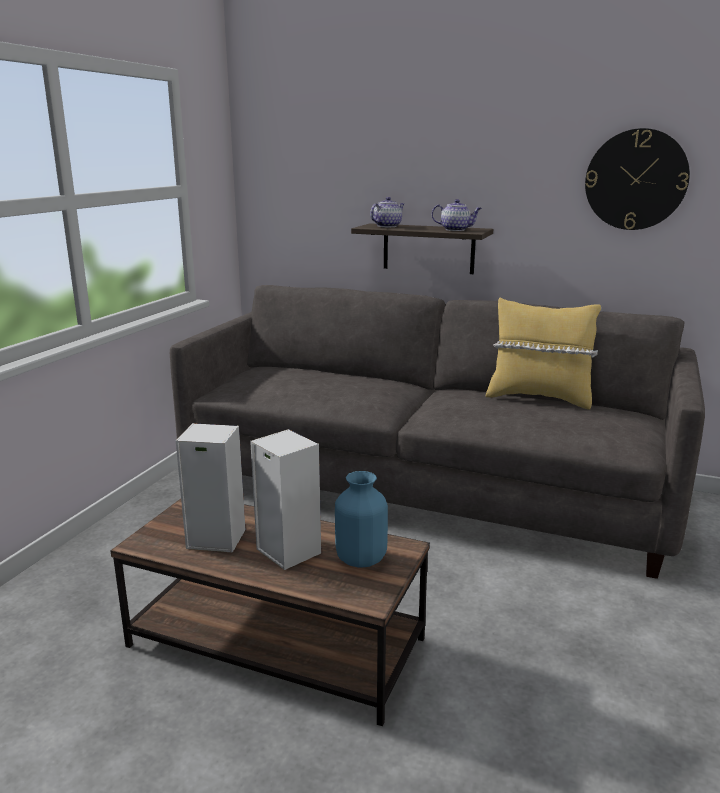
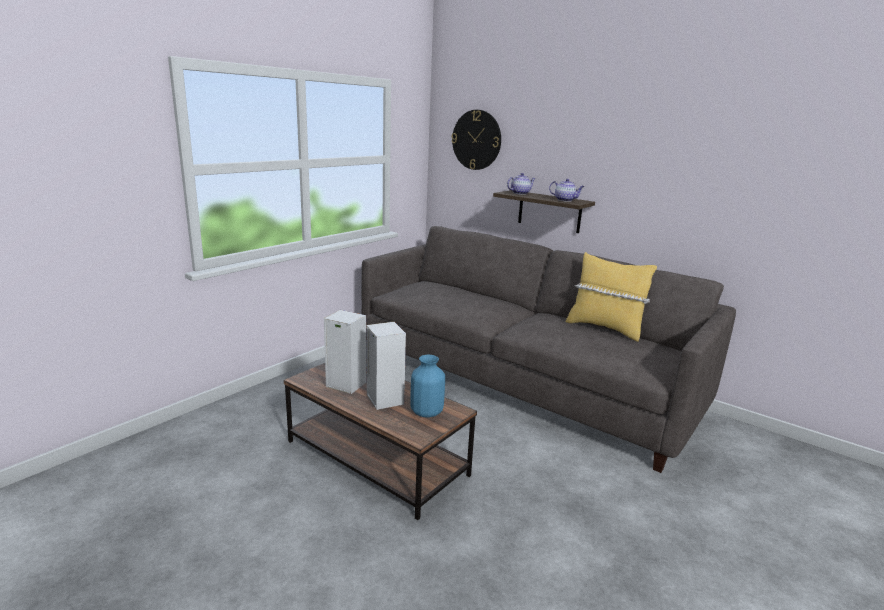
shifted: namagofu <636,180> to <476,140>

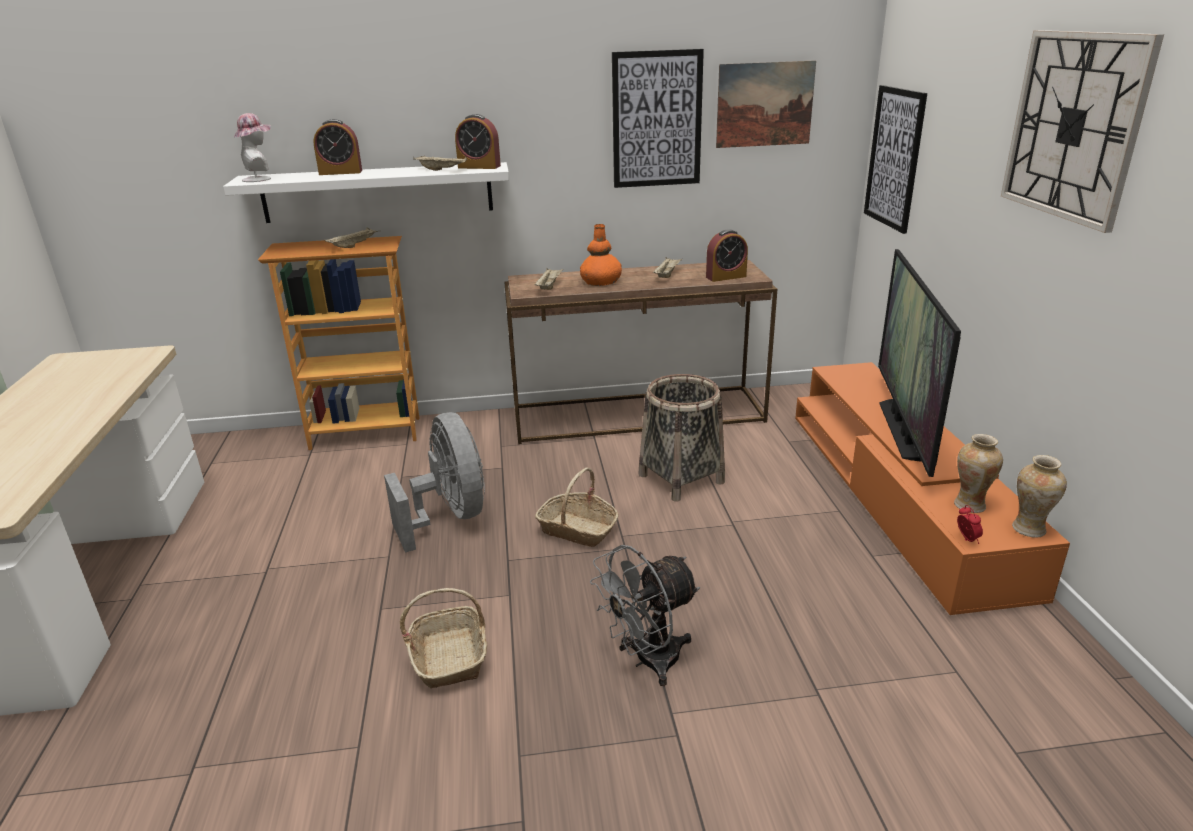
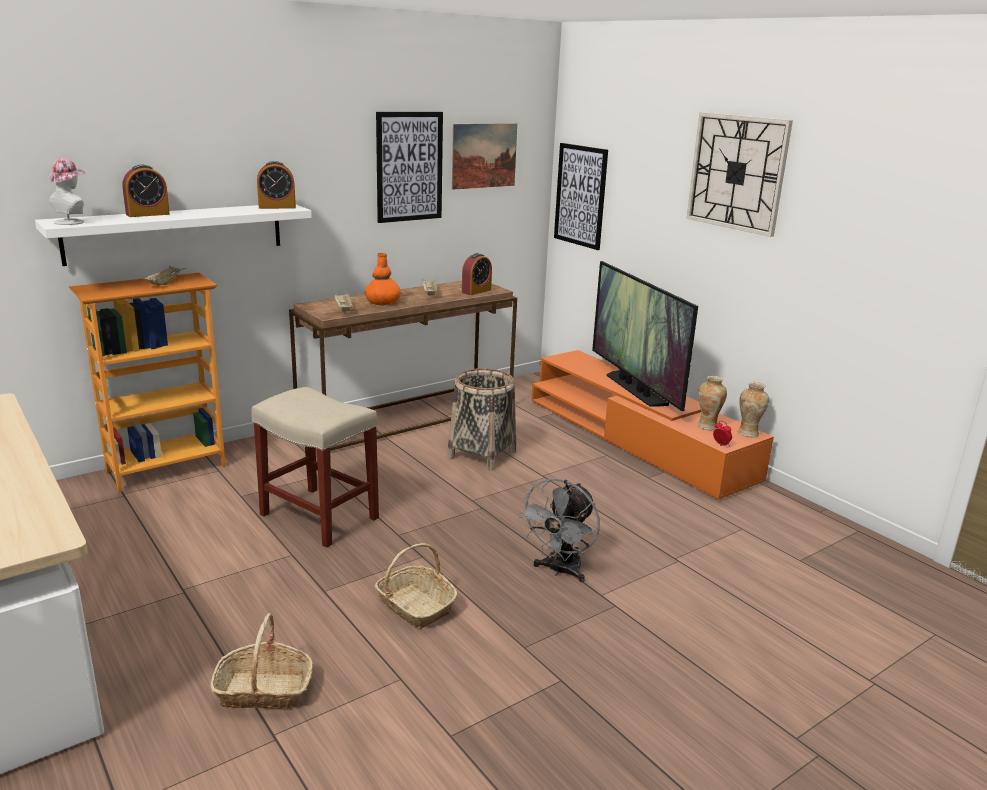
gone: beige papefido <442,170>
shifted: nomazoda <577,529> to <264,690>
swapped: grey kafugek <449,516> to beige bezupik <318,516>

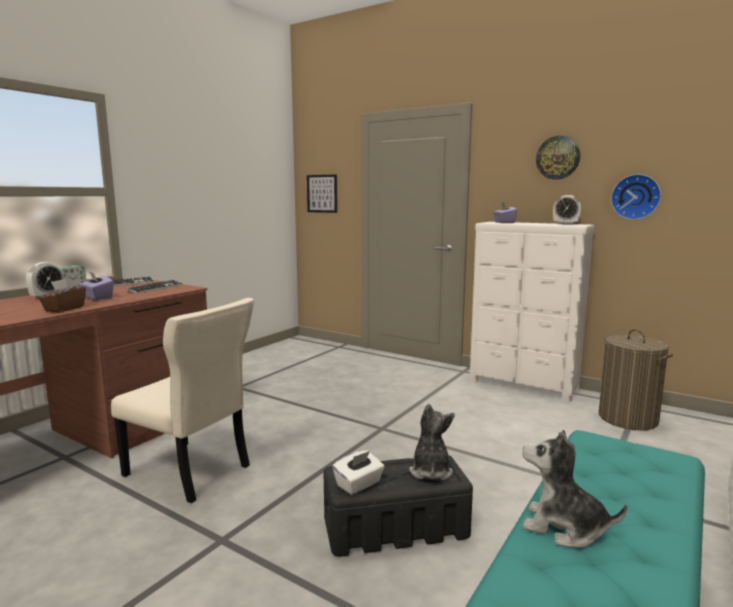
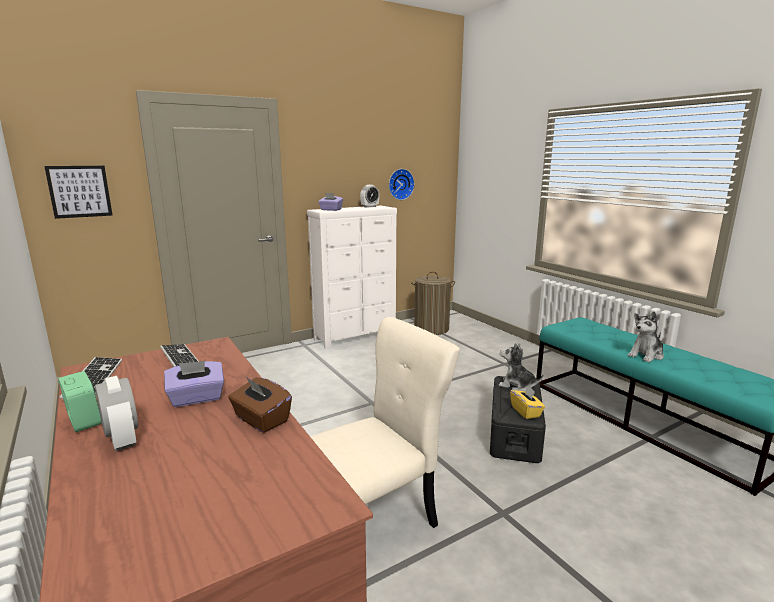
gone: namagofu <558,157>
repainted: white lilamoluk <359,484> to yellow lilamoluk <526,412>

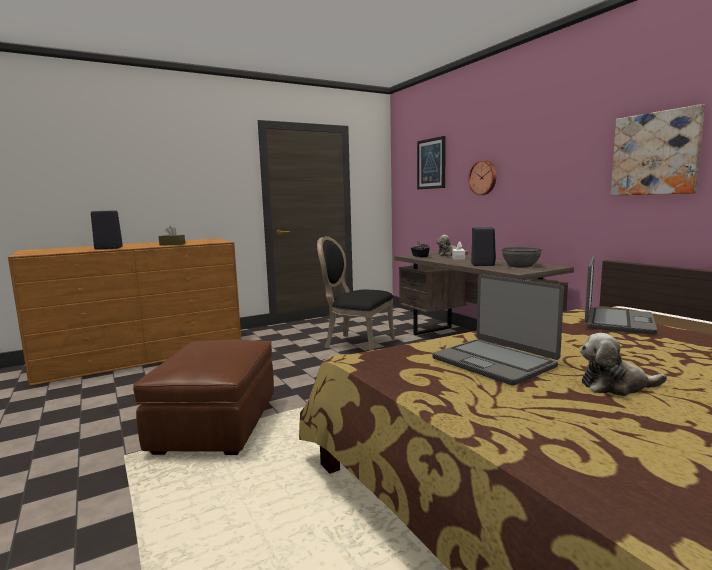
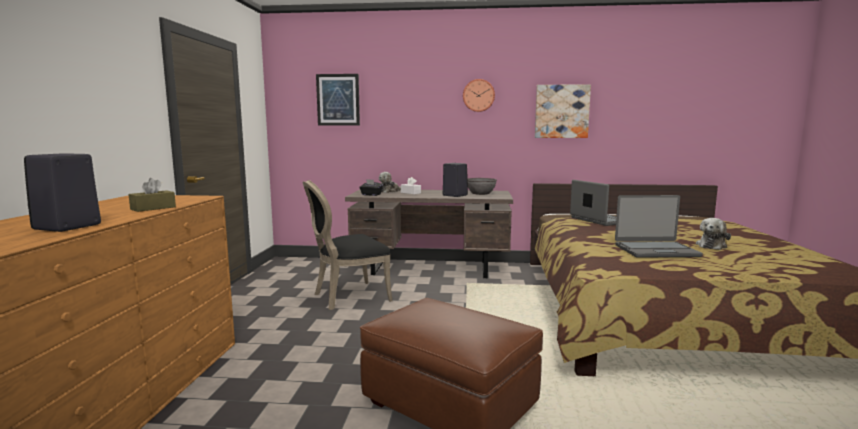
shifted: namagofu <483,177> to <478,95>

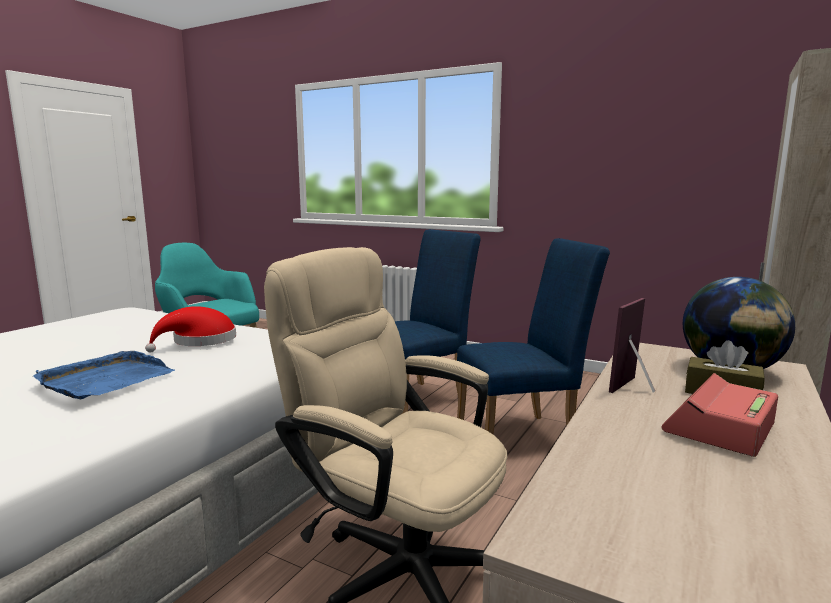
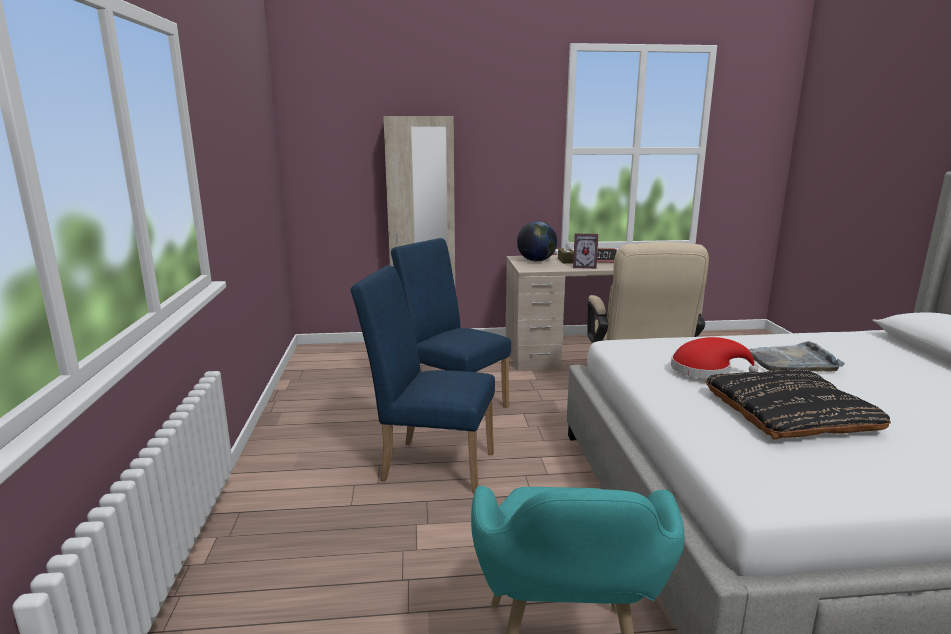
new: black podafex <789,413>
repainted: blue papefido <105,379> to grey papefido <791,361>

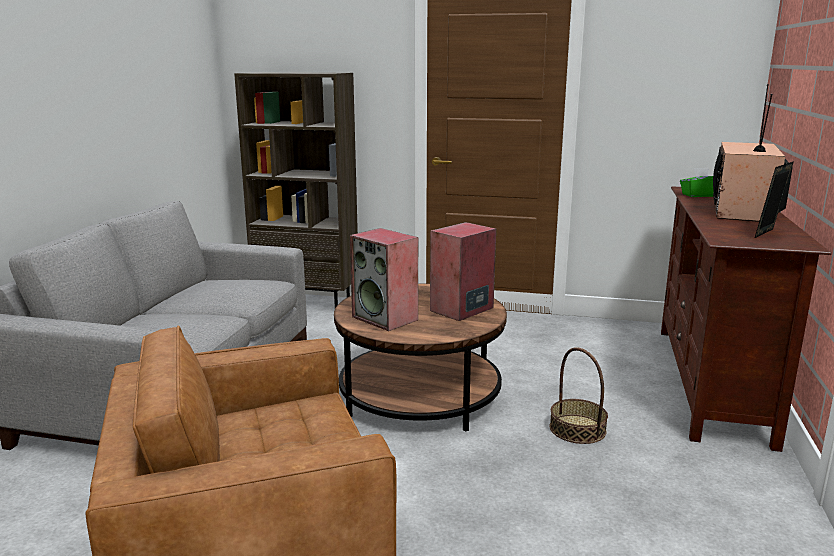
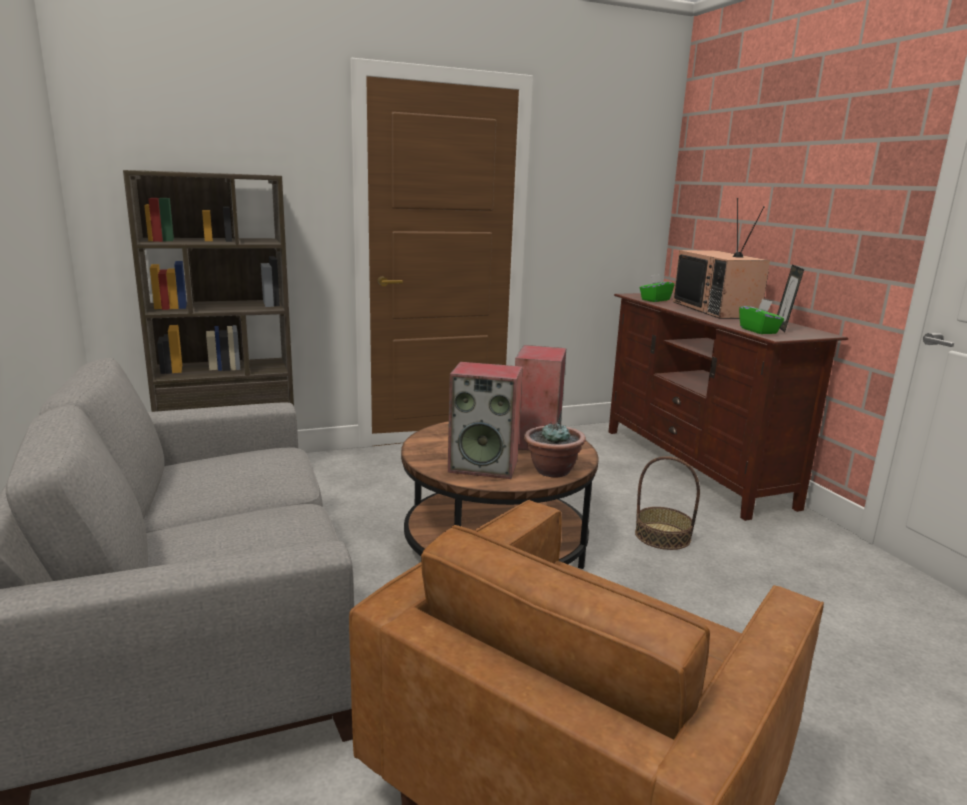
new: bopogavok <552,471>; green lilamoluk <758,331>

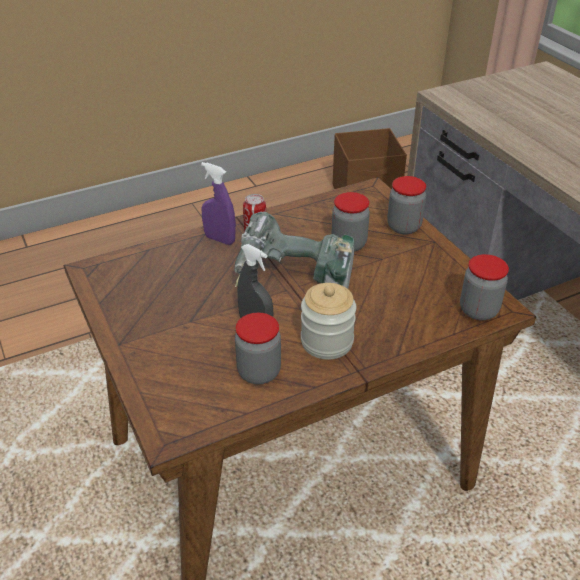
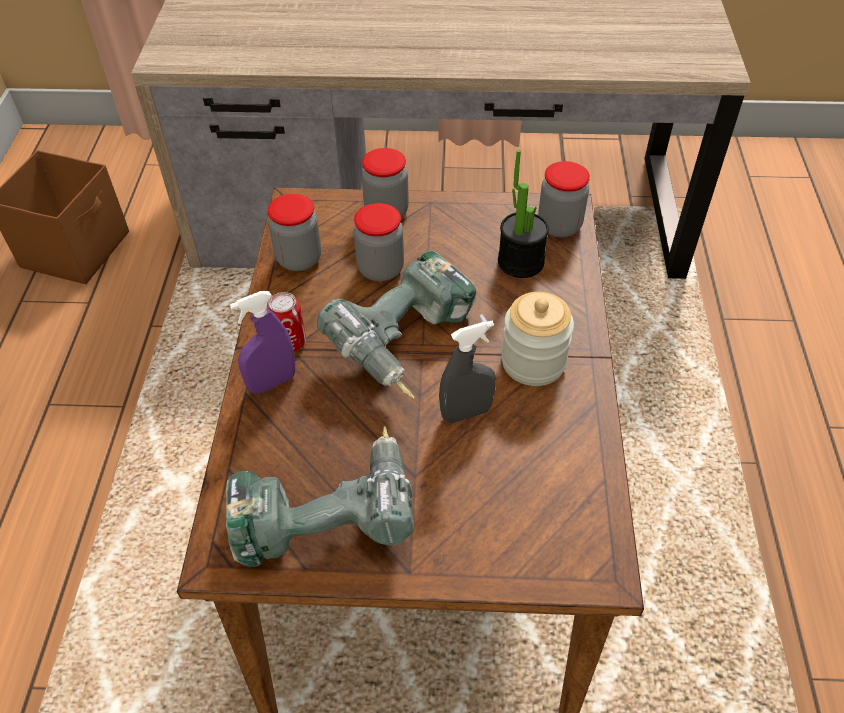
new: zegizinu <324,513>; bopogavok <520,262>
shifted: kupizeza <259,372> to <299,259>

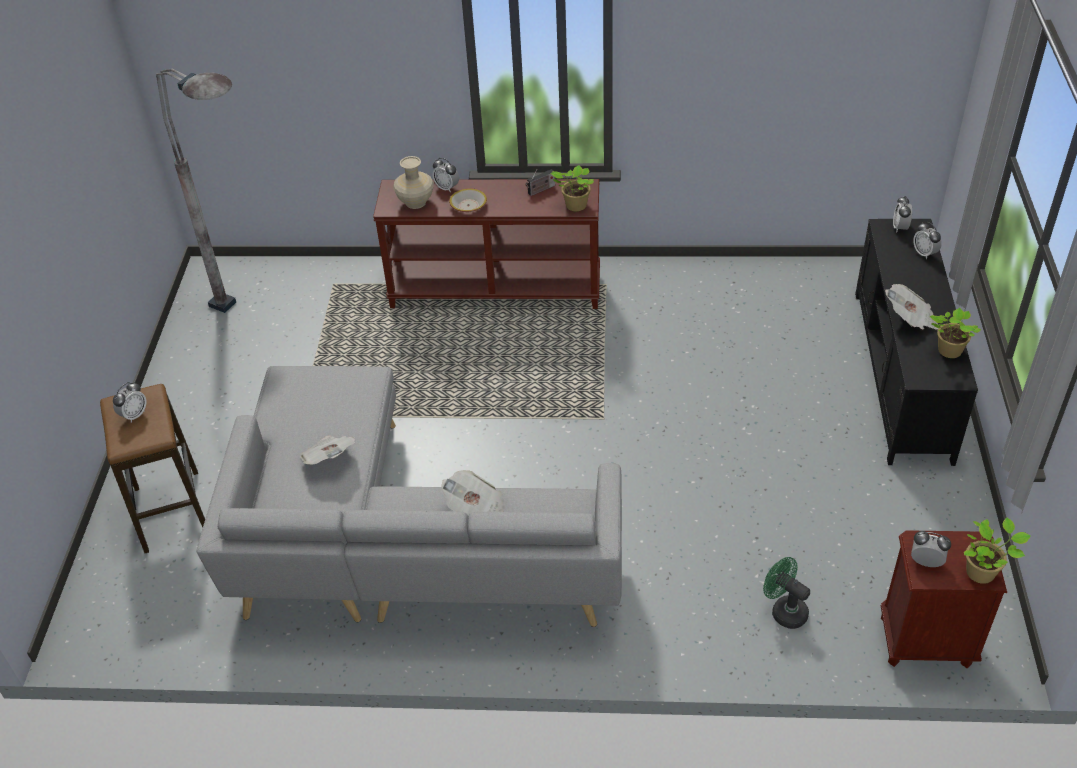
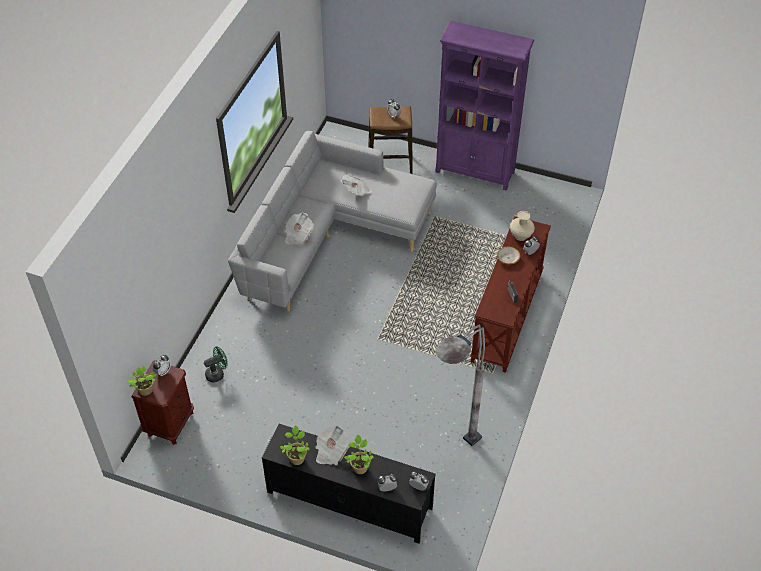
new: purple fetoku <475,172>
shifted: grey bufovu <255,317> to <451,455>; bopogavok <574,206> to <359,467>

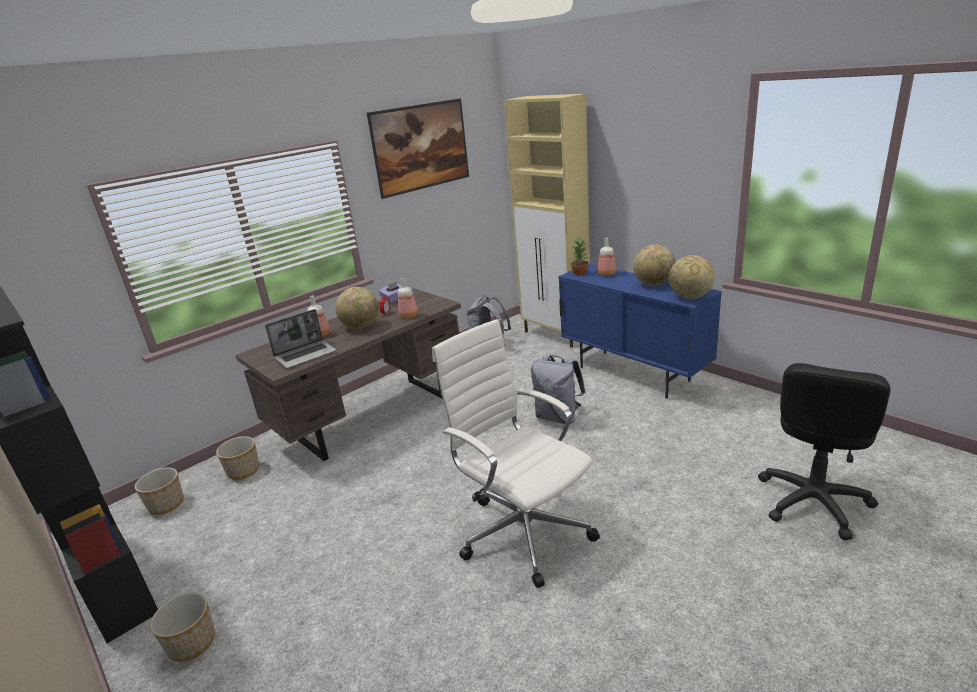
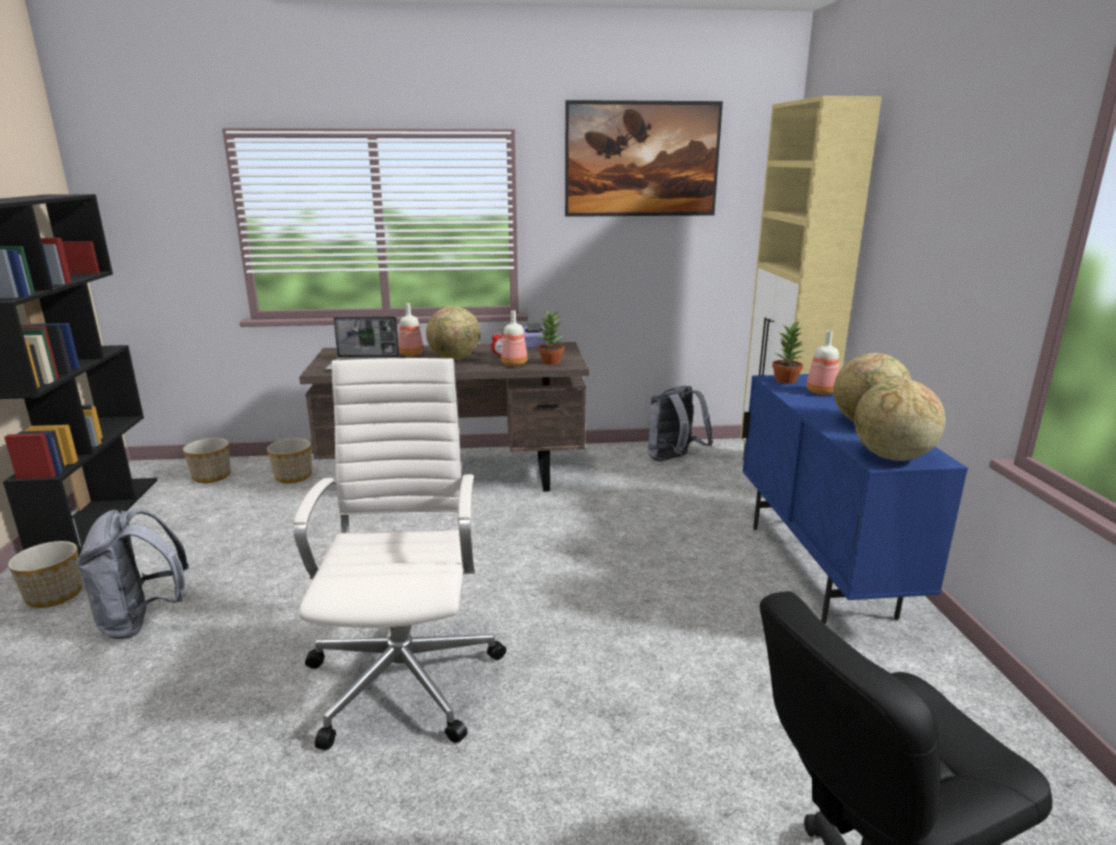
new: bopogavok <551,362>
shifted: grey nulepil <558,417> to <143,620>

